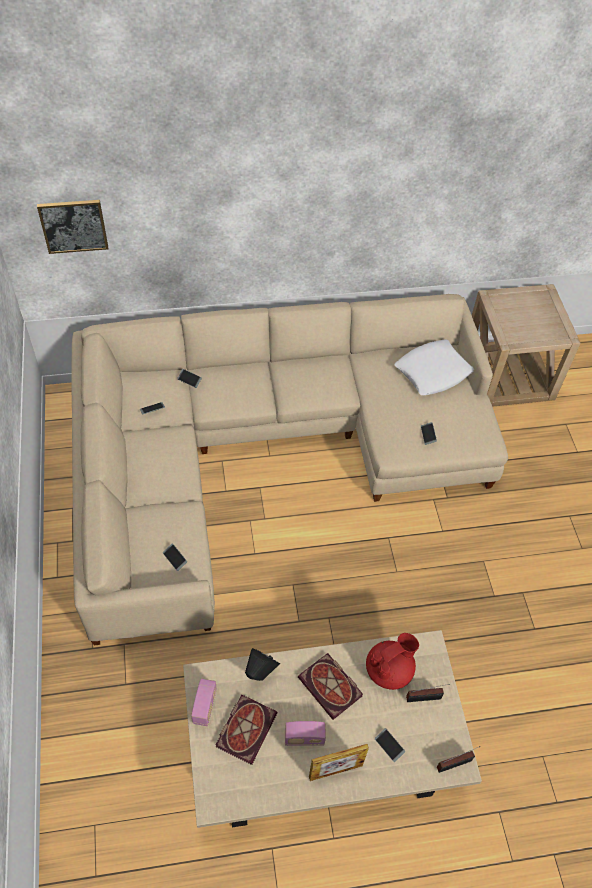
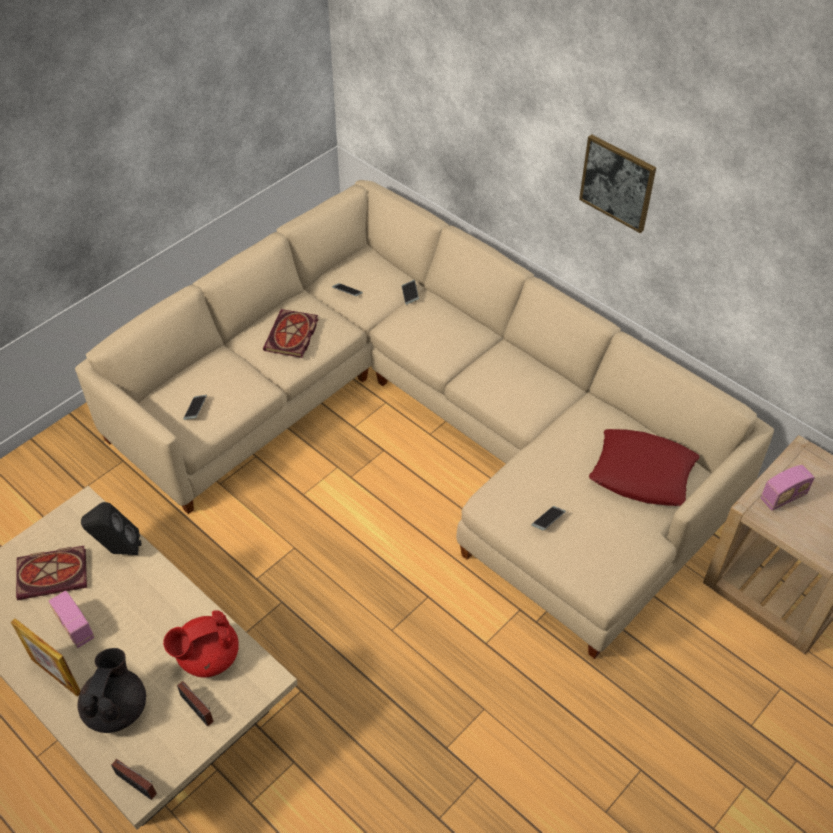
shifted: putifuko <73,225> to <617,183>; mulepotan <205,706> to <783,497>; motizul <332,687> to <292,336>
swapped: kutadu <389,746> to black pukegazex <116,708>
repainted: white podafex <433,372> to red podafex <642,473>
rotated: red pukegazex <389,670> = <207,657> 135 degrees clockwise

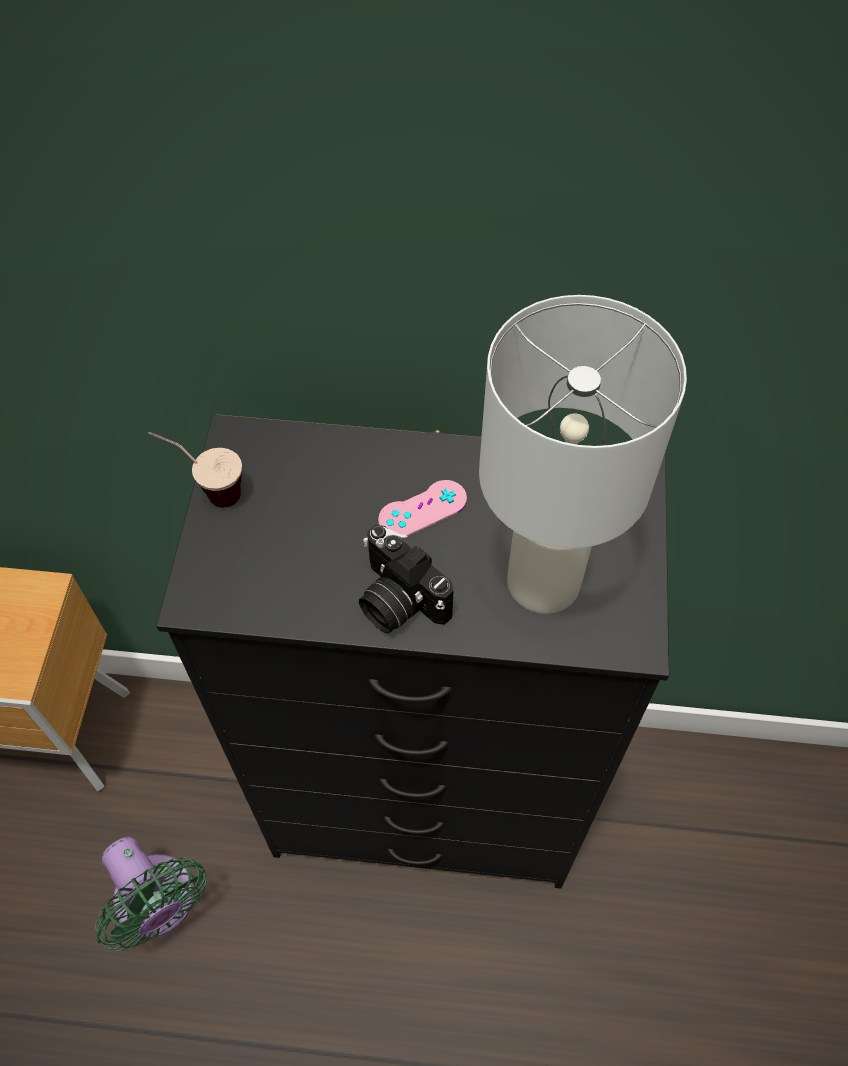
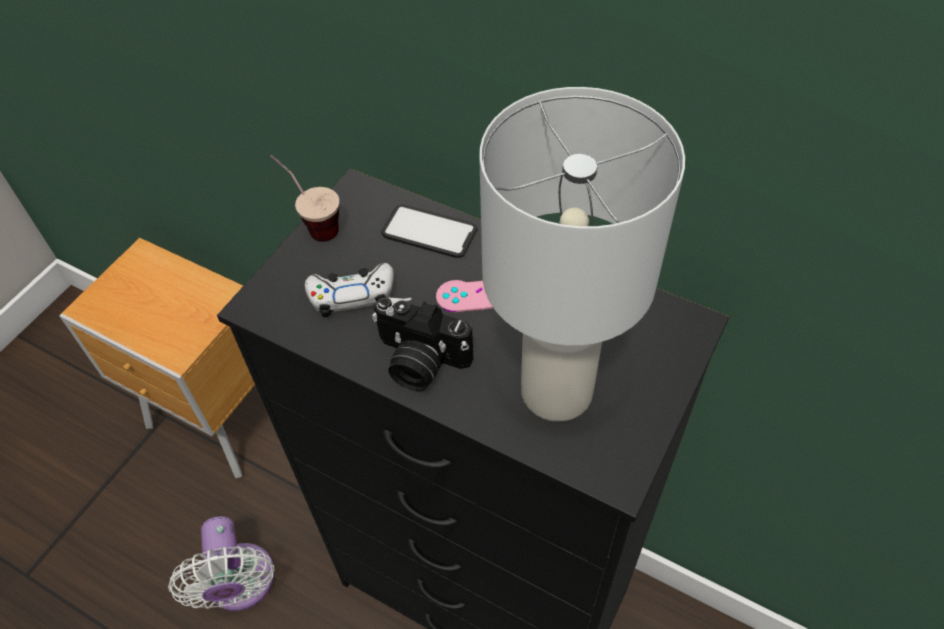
new: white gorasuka <352,295>; kutadu <429,232>
repainted: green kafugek <159,904> to white kafugek <241,585>
rotated: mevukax <397,600> = <419,362> 45 degrees counterclockwise

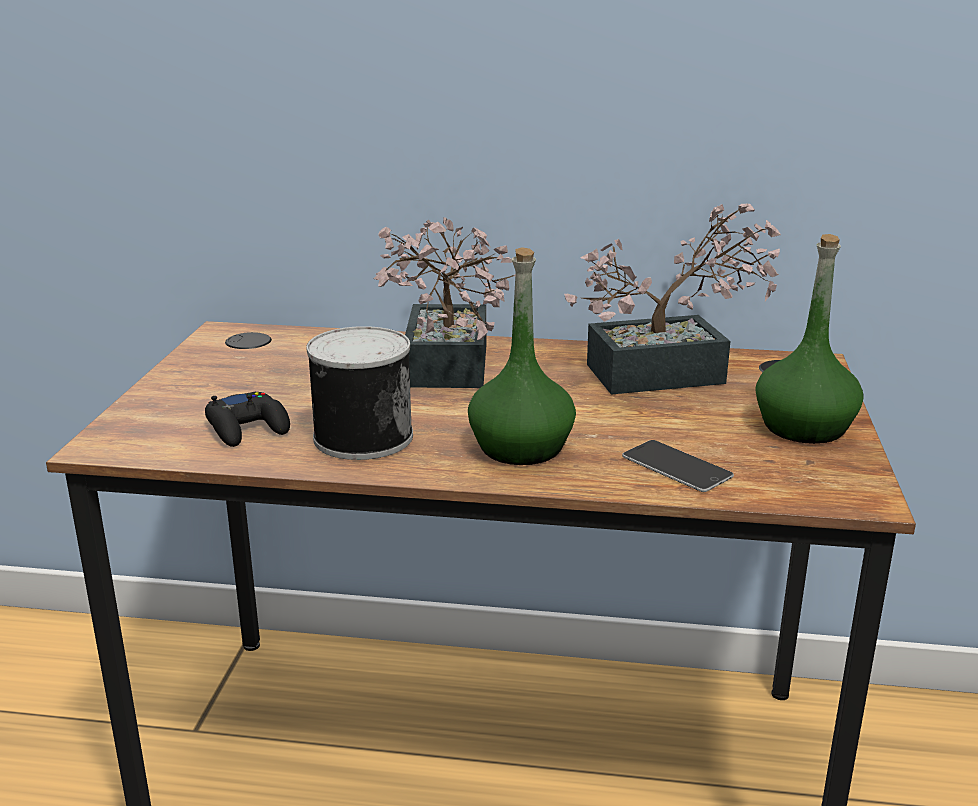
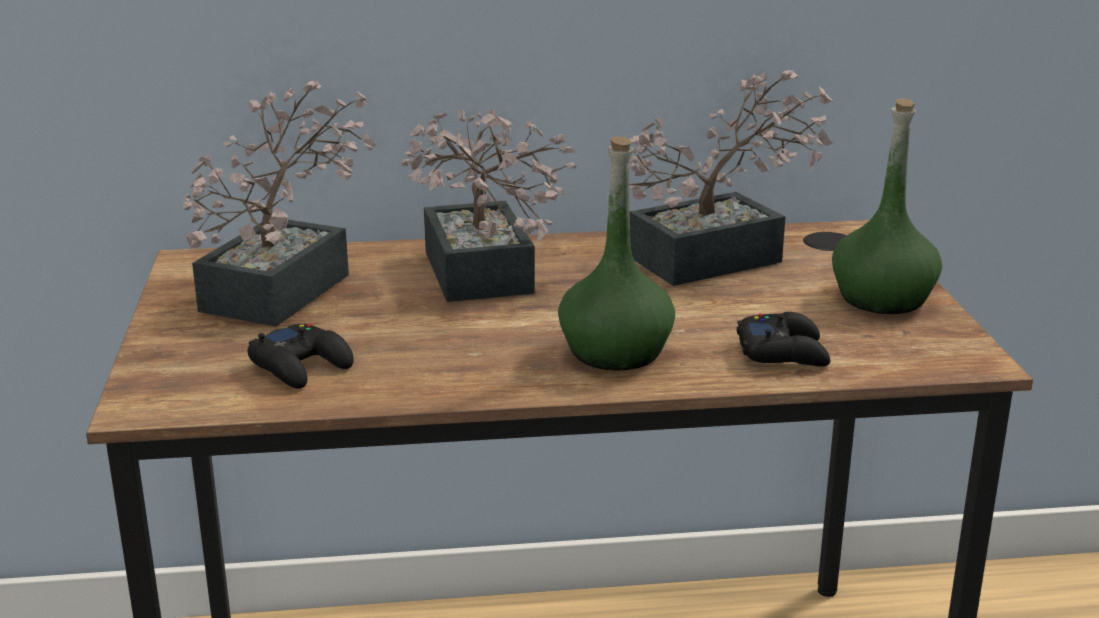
gone: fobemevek <361,436>
new: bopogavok <288,286>
swapped: kutadu <676,466> to black gorasuka <783,352>

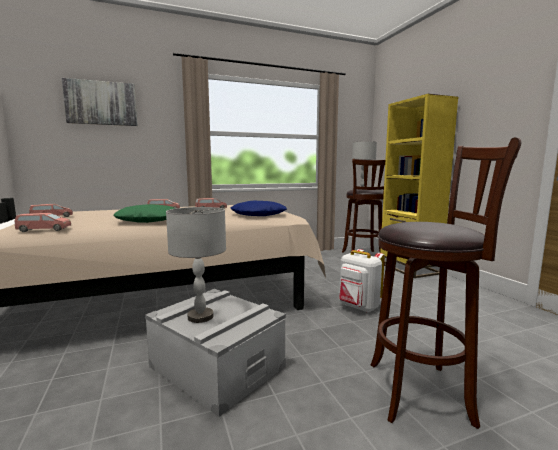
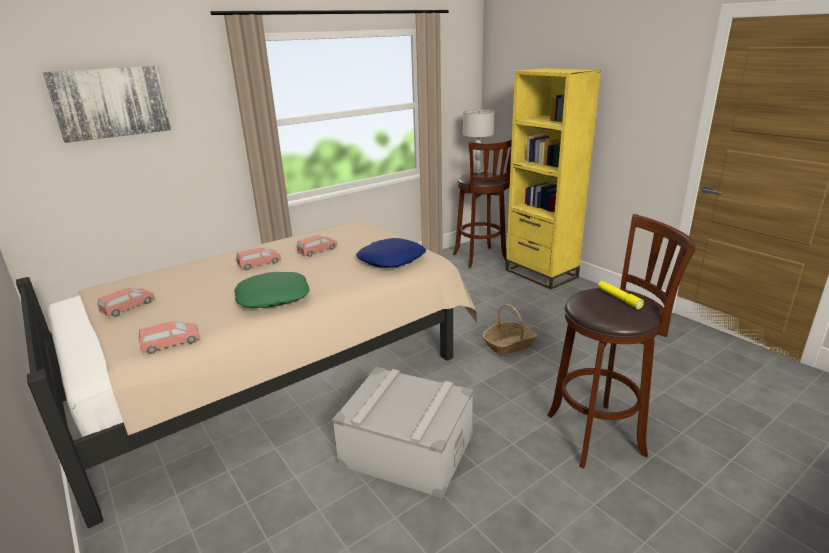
gone: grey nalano <200,317>
new: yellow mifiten <618,298>
swapped: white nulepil <358,307> to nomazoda <509,345>

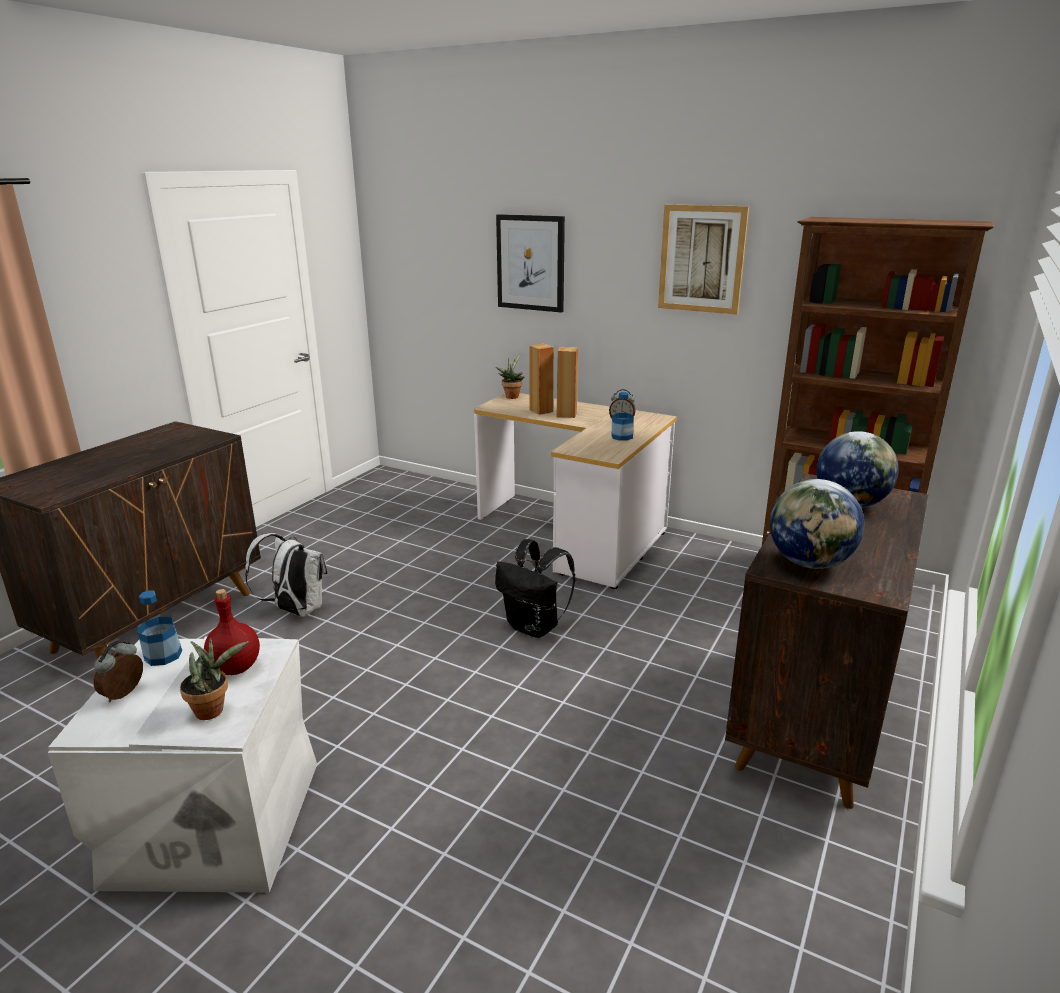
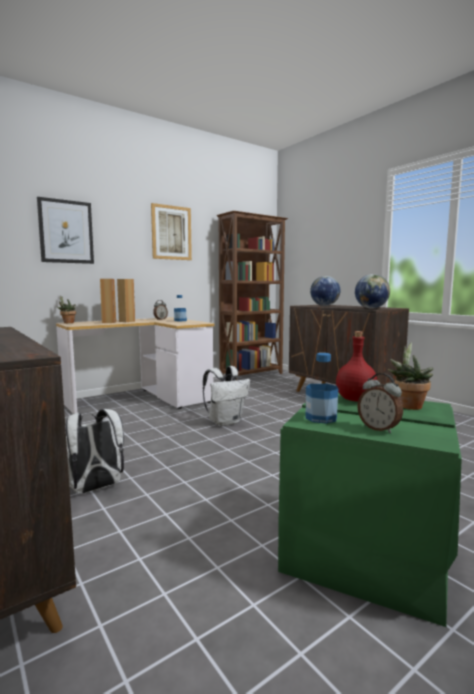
repainted: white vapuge <212,823> to green vapuge <368,551>; black nulepil <535,627> to white nulepil <225,422>

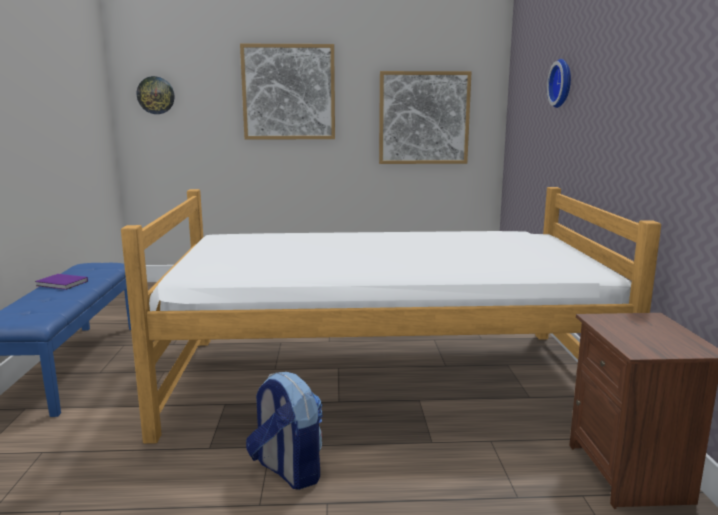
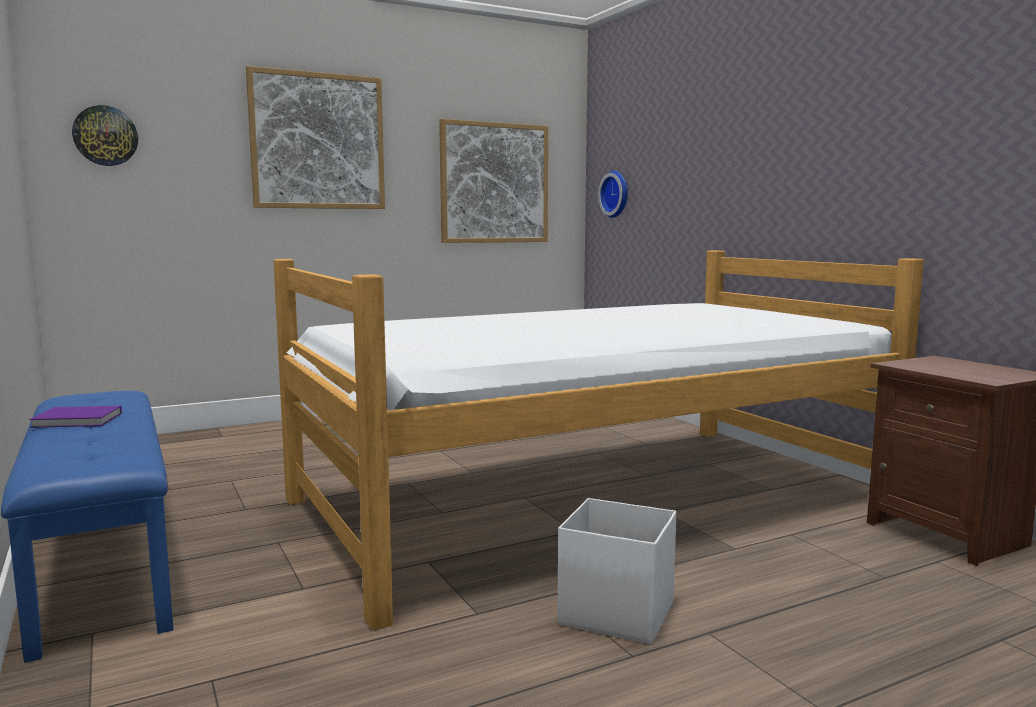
shifted: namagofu <563,83> to <616,194>
swapped: nulepil <287,470> to white vapuge <615,613>

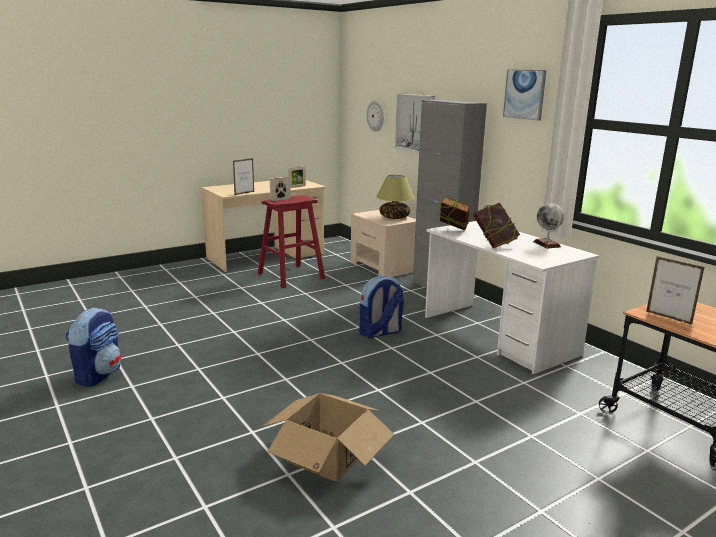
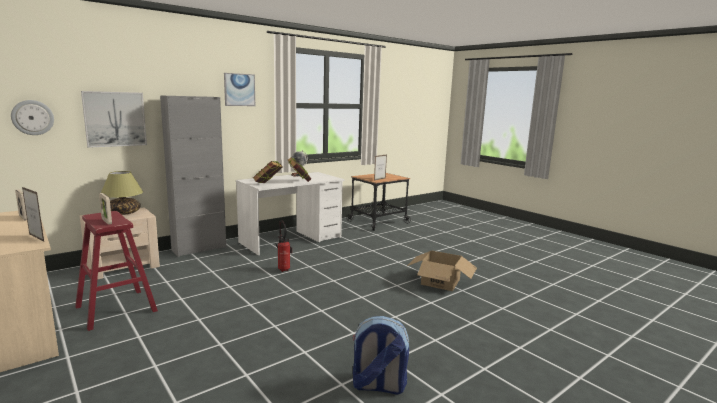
swapped: nulepil <380,333> to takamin <284,269>

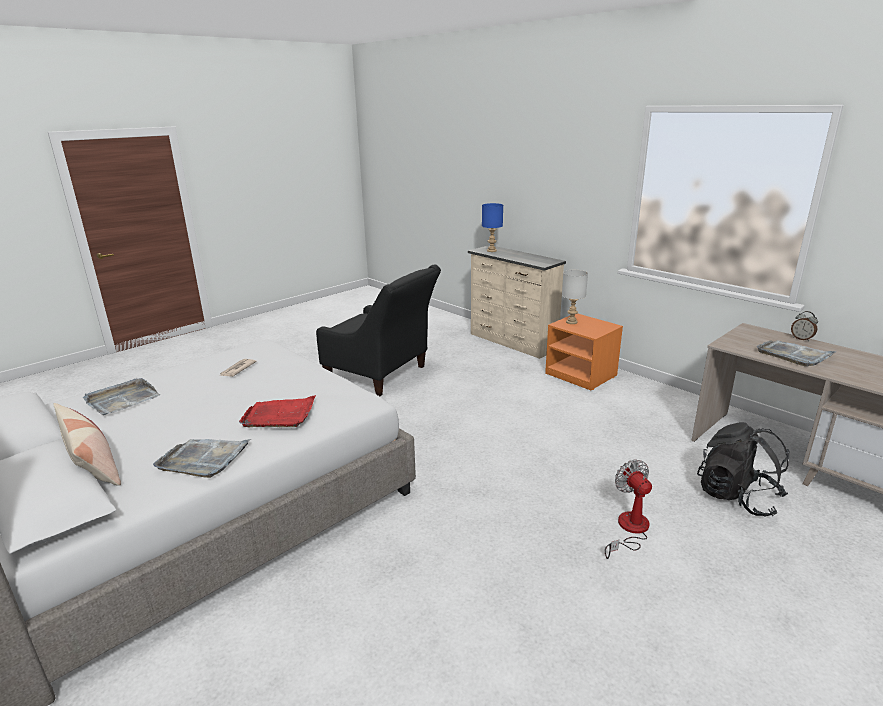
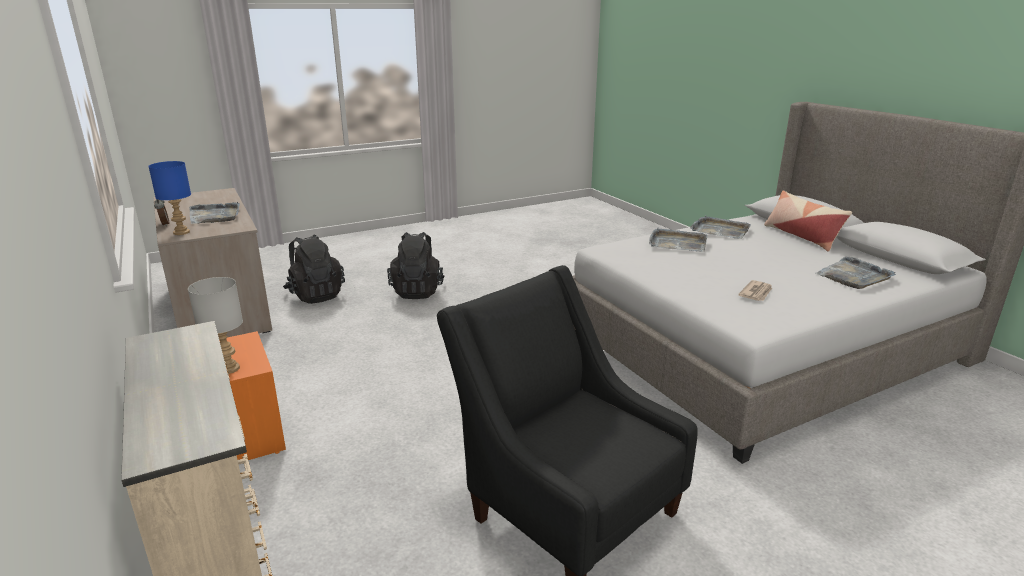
shifted: blue nalano <491,251> to <182,232>
swapped: kafugek <629,530> to black nulepil <417,291>
repainted: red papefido <279,415> to grey papefido <677,243>

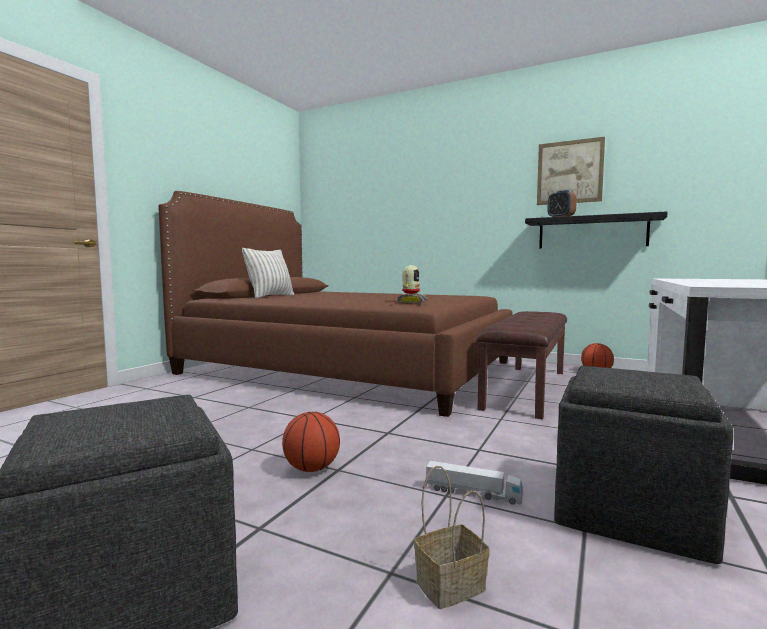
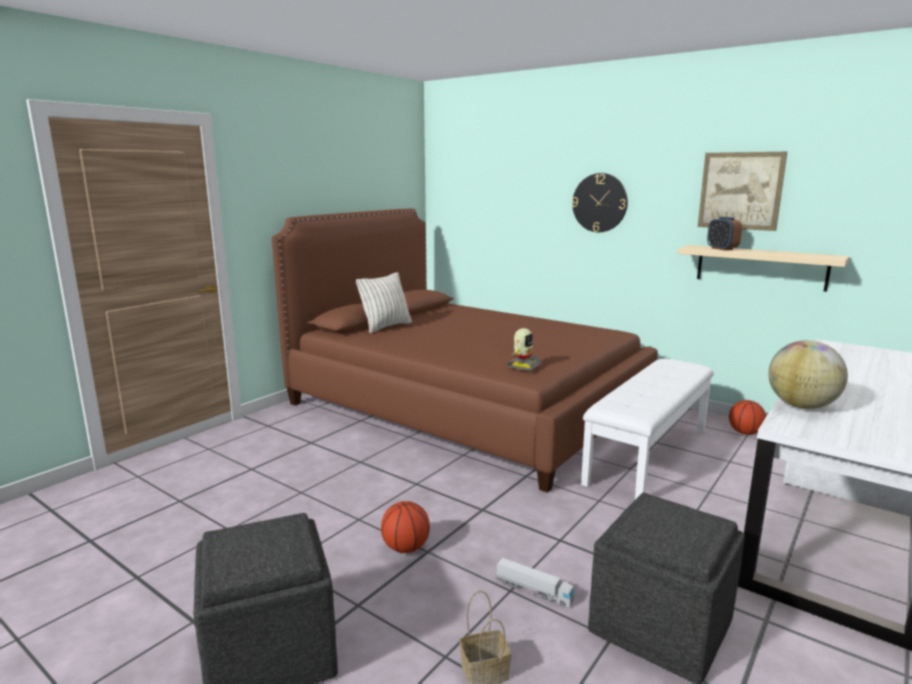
new: namagofu <599,203>; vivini <801,406>
repainted: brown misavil <525,388> to white misavil <647,455>; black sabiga <592,232> to beige sabiga <760,267>

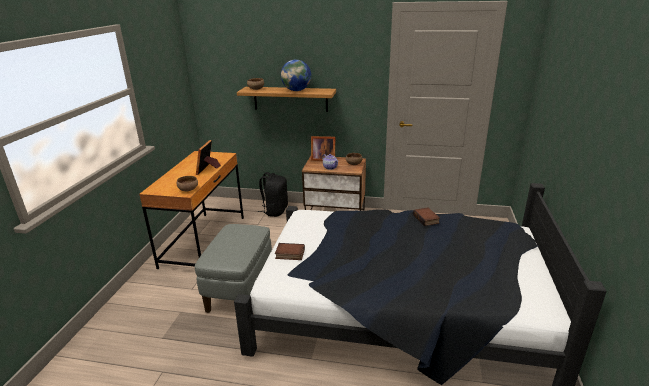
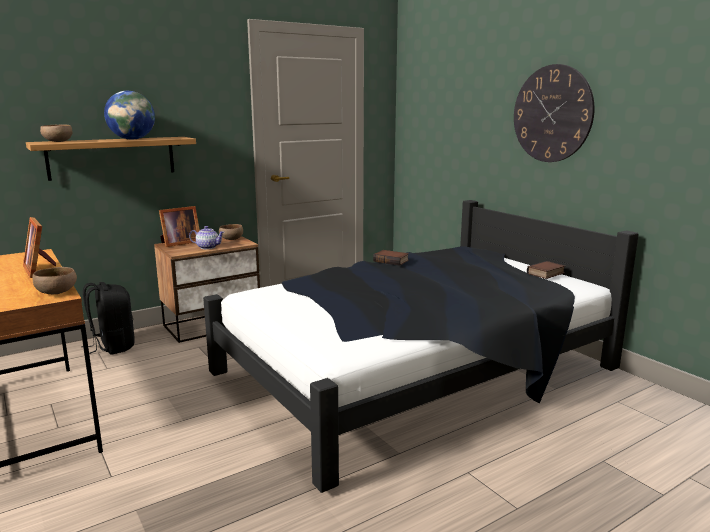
gone: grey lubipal <240,291>
new: namagofu <552,114>
shifted: motizul <289,254> to <546,273>

